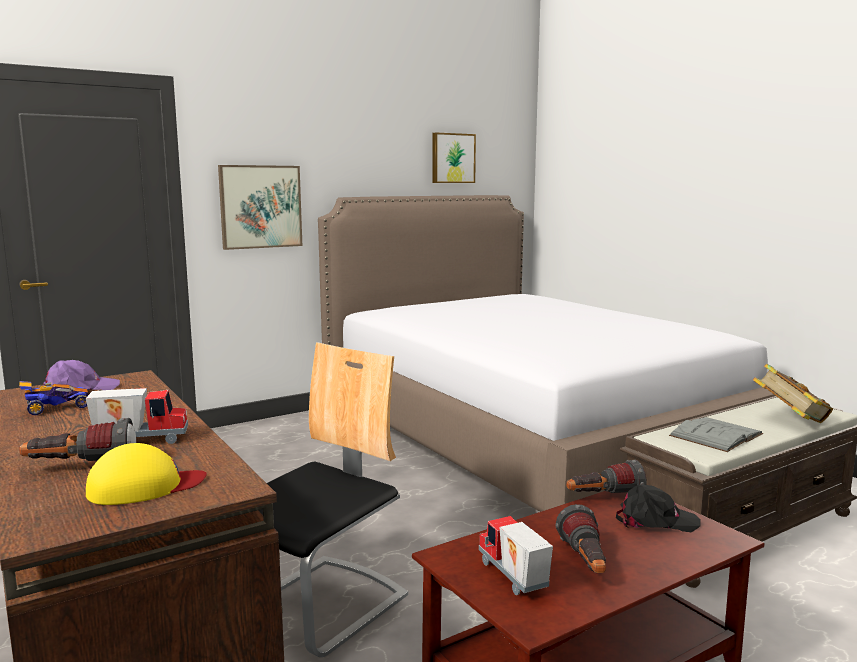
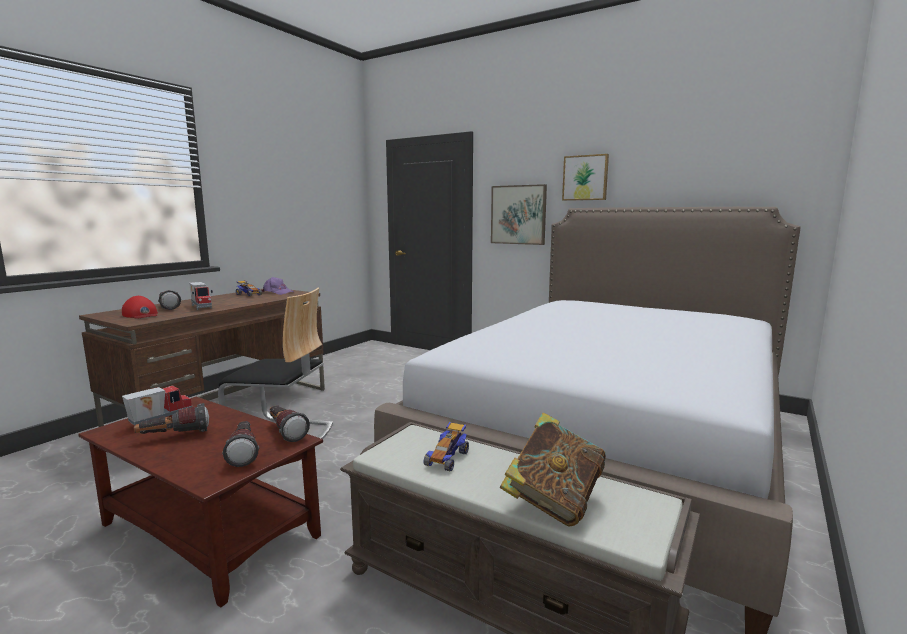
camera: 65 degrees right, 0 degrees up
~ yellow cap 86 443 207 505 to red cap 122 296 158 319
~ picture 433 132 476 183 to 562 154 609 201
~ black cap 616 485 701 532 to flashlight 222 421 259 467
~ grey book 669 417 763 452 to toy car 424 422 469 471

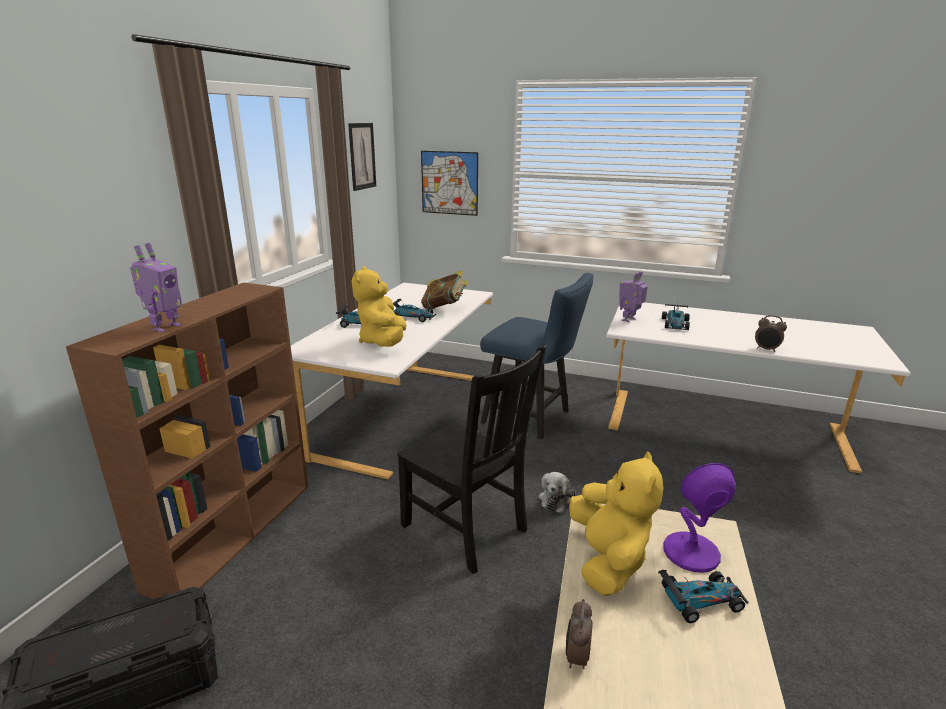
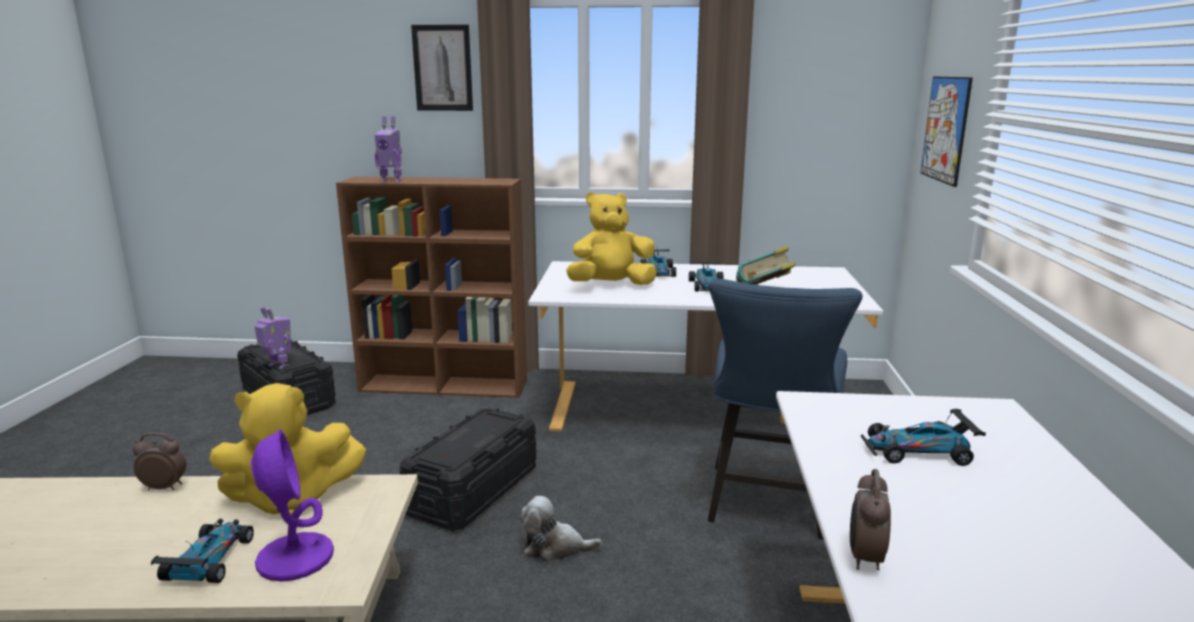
camera: 75 degrees right, 5 degrees down
~ picture 348 123 376 191 to 411 24 473 111
~ black chair 397 345 547 574 to black storage box 399 408 536 531
~ toy robot 619 271 648 322 to 254 307 291 369
~ toy car 658 570 748 623 = 151 519 254 583 150 degrees counterclockwise

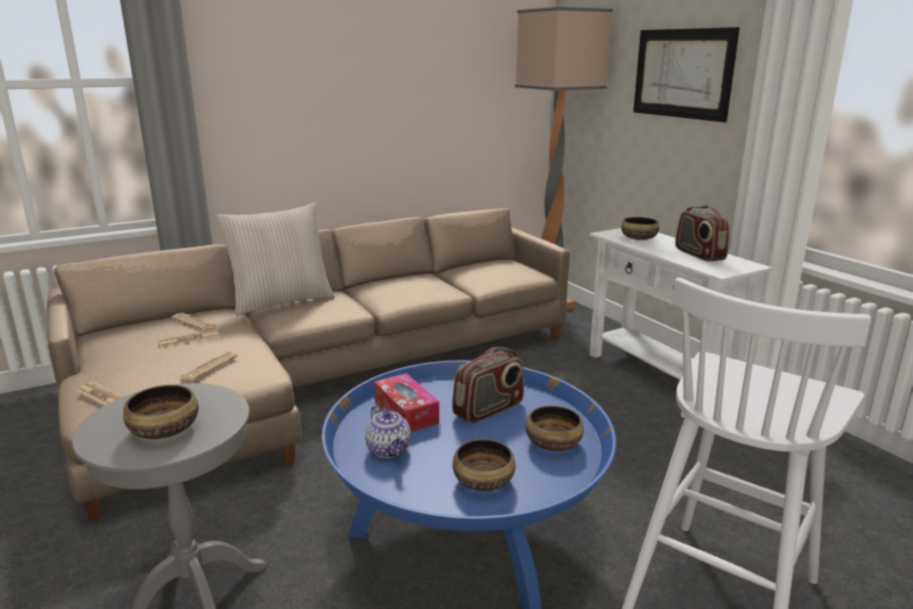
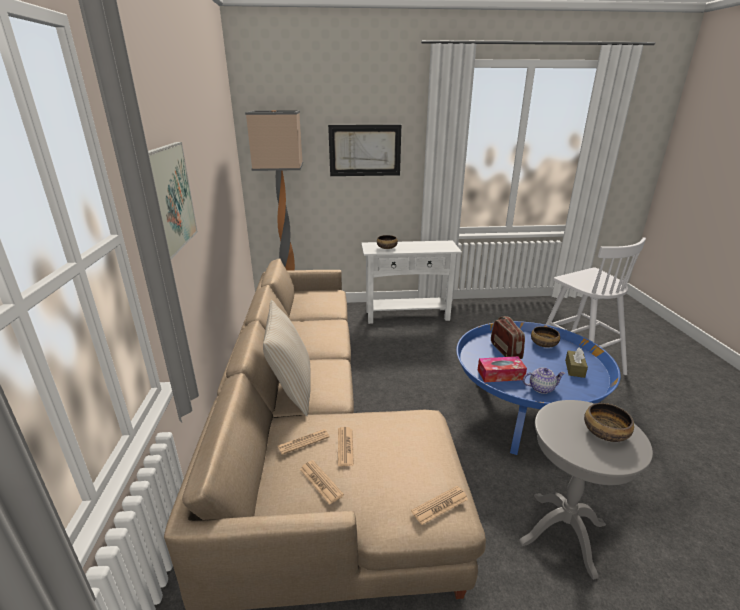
camera: 65 degrees left, 5 degrees up
~ newspaper 179 352 238 381 to 300 460 344 505
~ bowl 453 439 515 491 to brown tissue box 565 347 588 378
- radio 675 206 729 262
+ picture 148 142 198 259

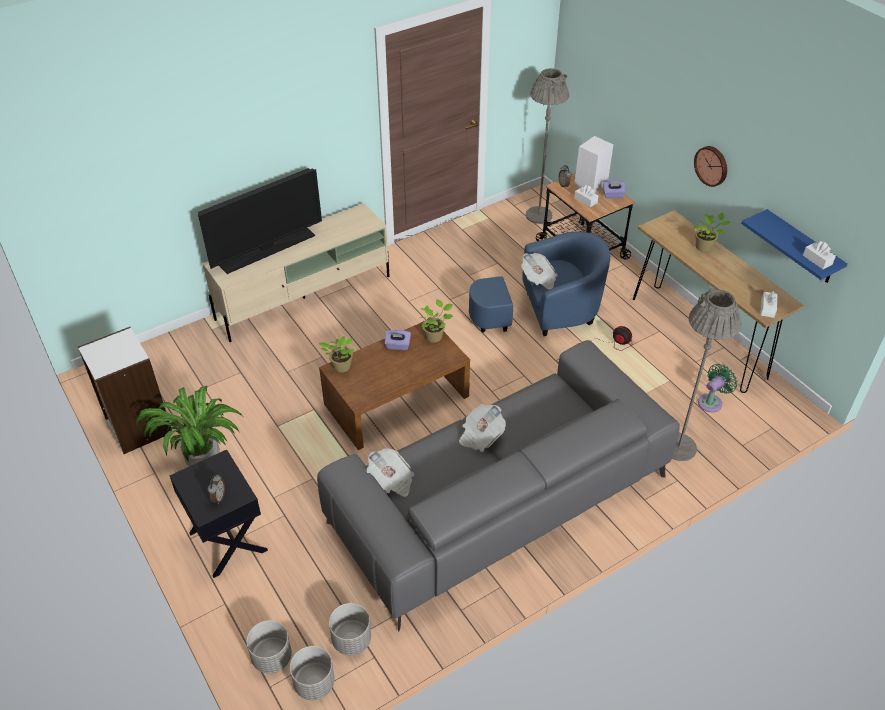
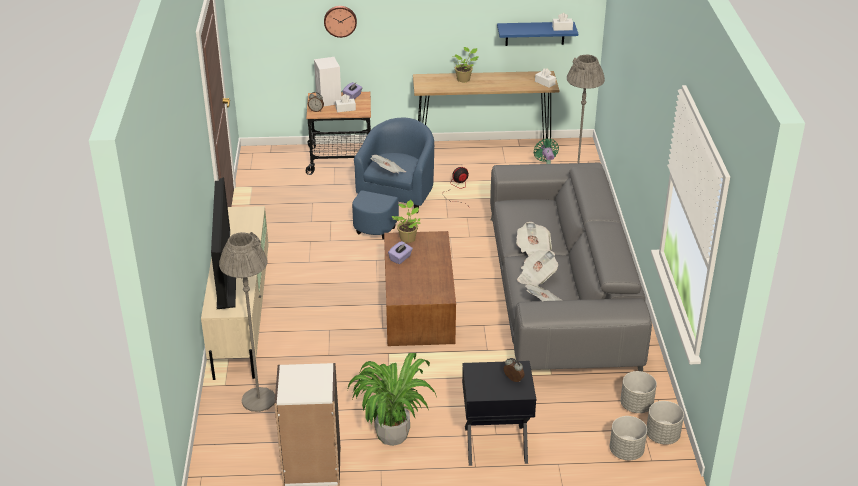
camera: 60 degrees left, 10 degrees down
- potted plant 319 336 355 372
~ grey floor lamp 526 68 569 224 to 219 232 275 412
~ wall clock 694 146 727 187 to 324 6 357 38
+ newspaper 517 250 558 286

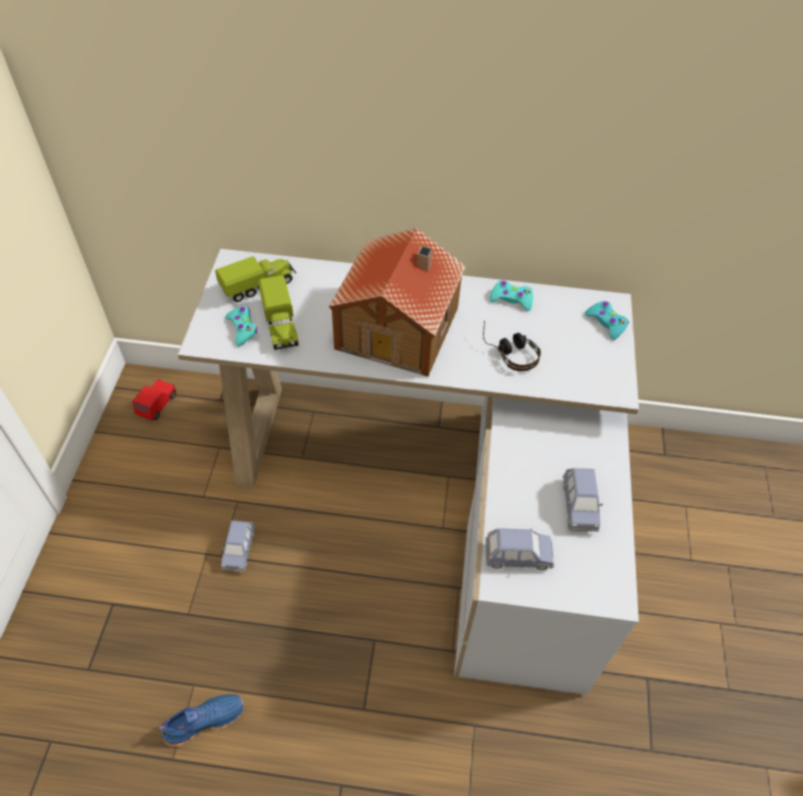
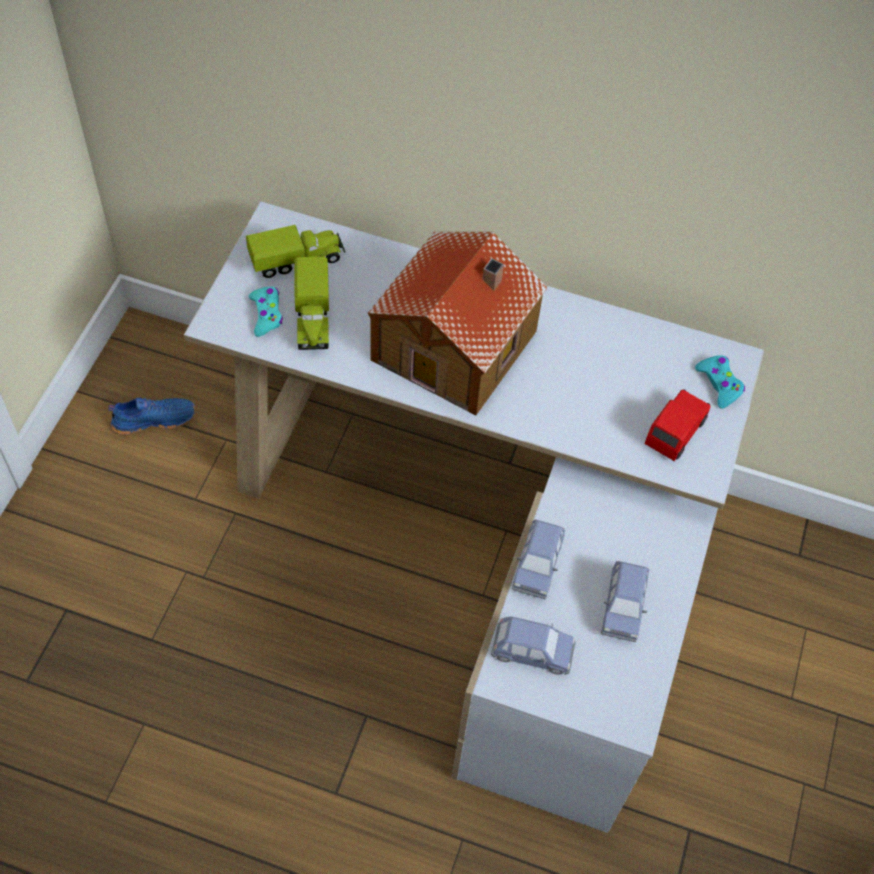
camera: 10 degrees right, 5 degrees up
~ red toy car 132 379 176 421 to 645 389 711 461
~ blue shoe 158 694 244 747 to 108 398 195 435
~ blue toy car 221 520 255 572 to 512 520 565 599
- headphones 483 321 541 371
- turquoise game controller 489 280 533 311

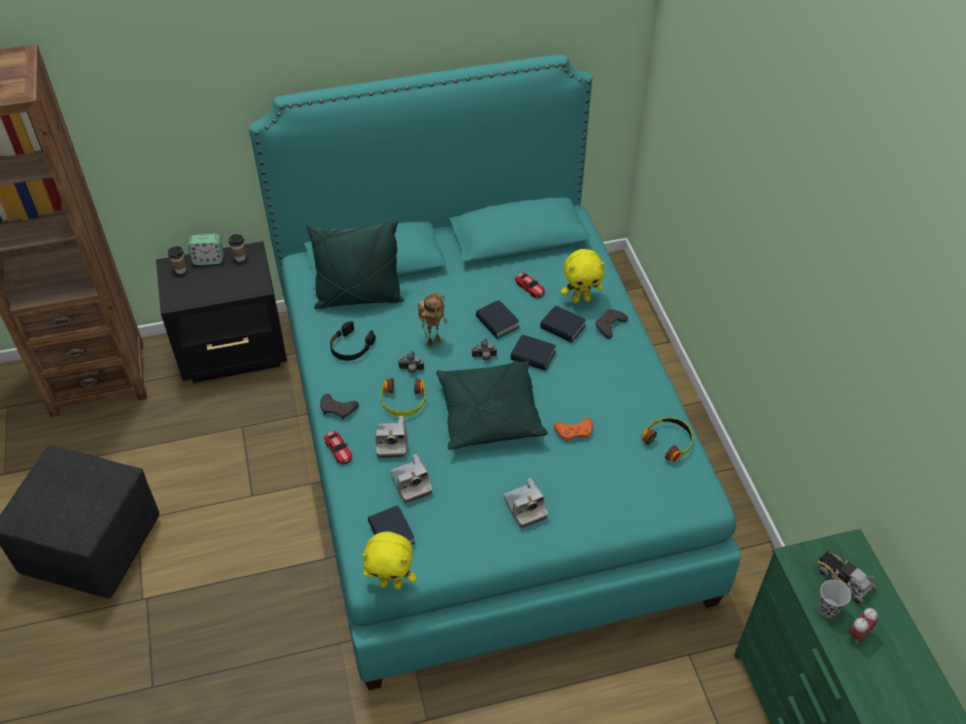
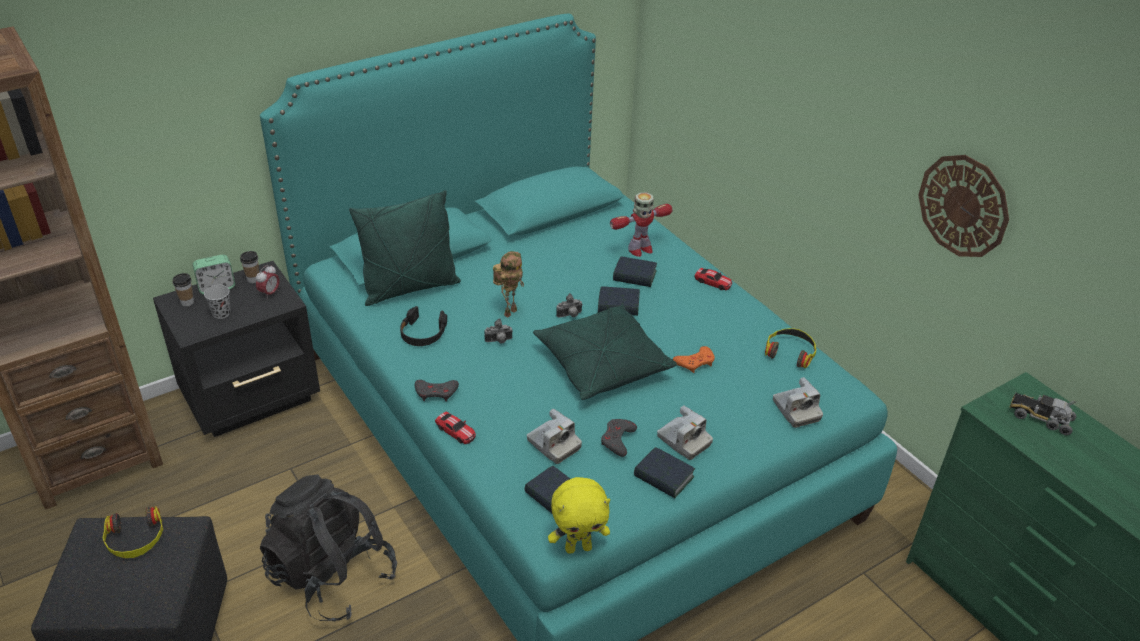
camera: 20 degrees left, 10 degrees down
~ photo camera 375 416 407 458 to 773 377 823 428
~ headphones 380 378 426 417 to 103 506 163 558
~ book 476 300 519 339 to 634 447 695 498
~ toy car 515 272 545 298 to 694 268 732 290
~ yellow plush toy 561 249 605 303 to toy robot 610 192 673 257
~ grey game controller 596 309 628 339 to 601 419 637 457
~ black cup 817 580 851 618 to 204 285 231 319
~ alarm clock 848 608 877 644 to 256 265 279 299
+ black backpack 260 474 397 621
+ wall clock 918 155 1009 257

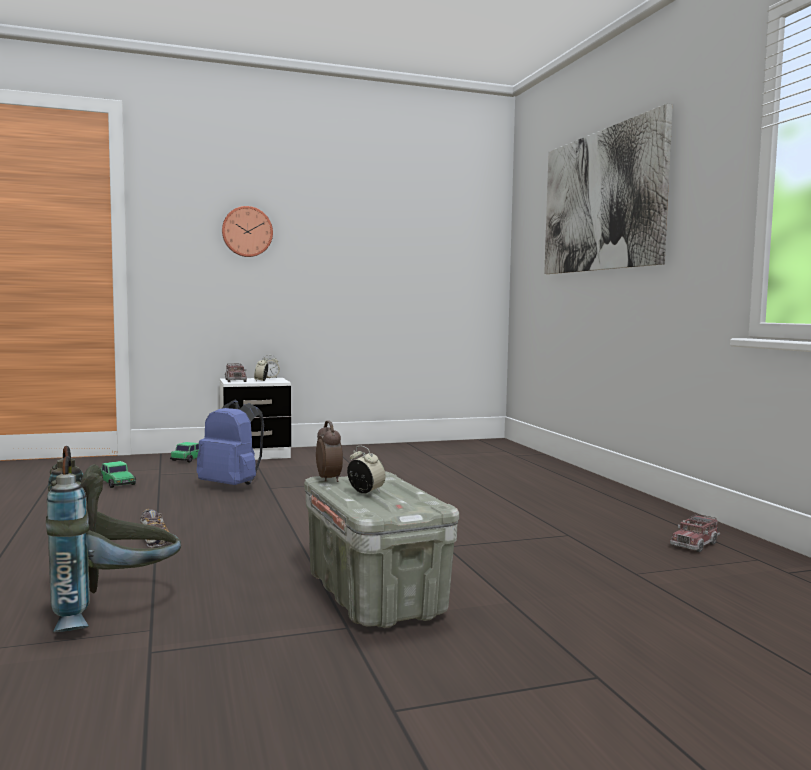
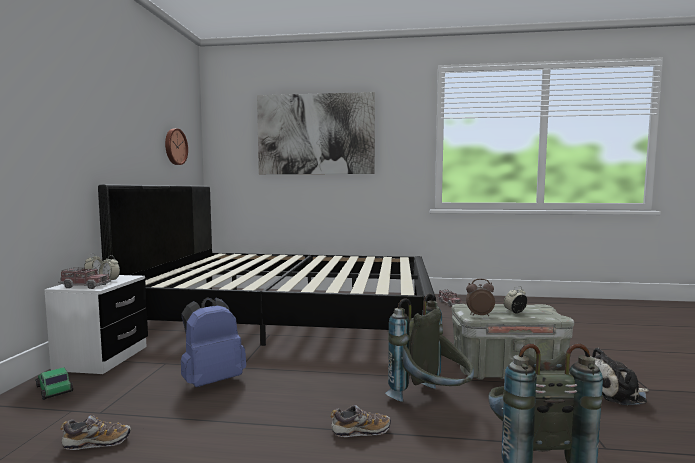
camera: 65 degrees left, 0 degrees up
~ toy car 101 461 136 488 to shoe 61 415 131 450
~ wall clock 222 206 273 257 to 165 129 188 165
+ black bed 98 184 436 346
+ grey backpack 385 293 474 402
+ plush toy 592 348 649 405

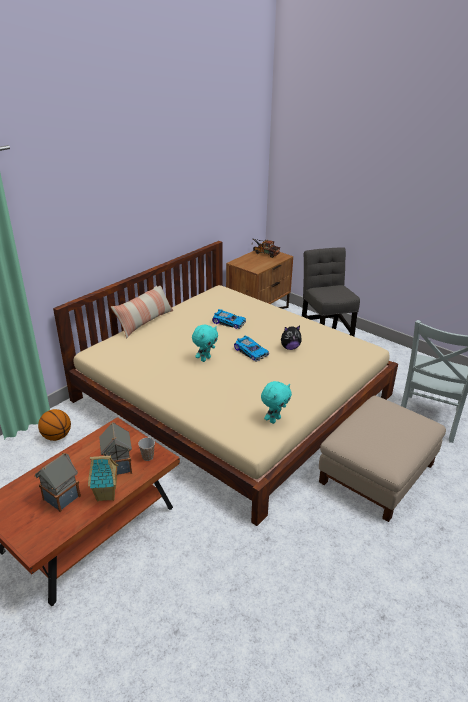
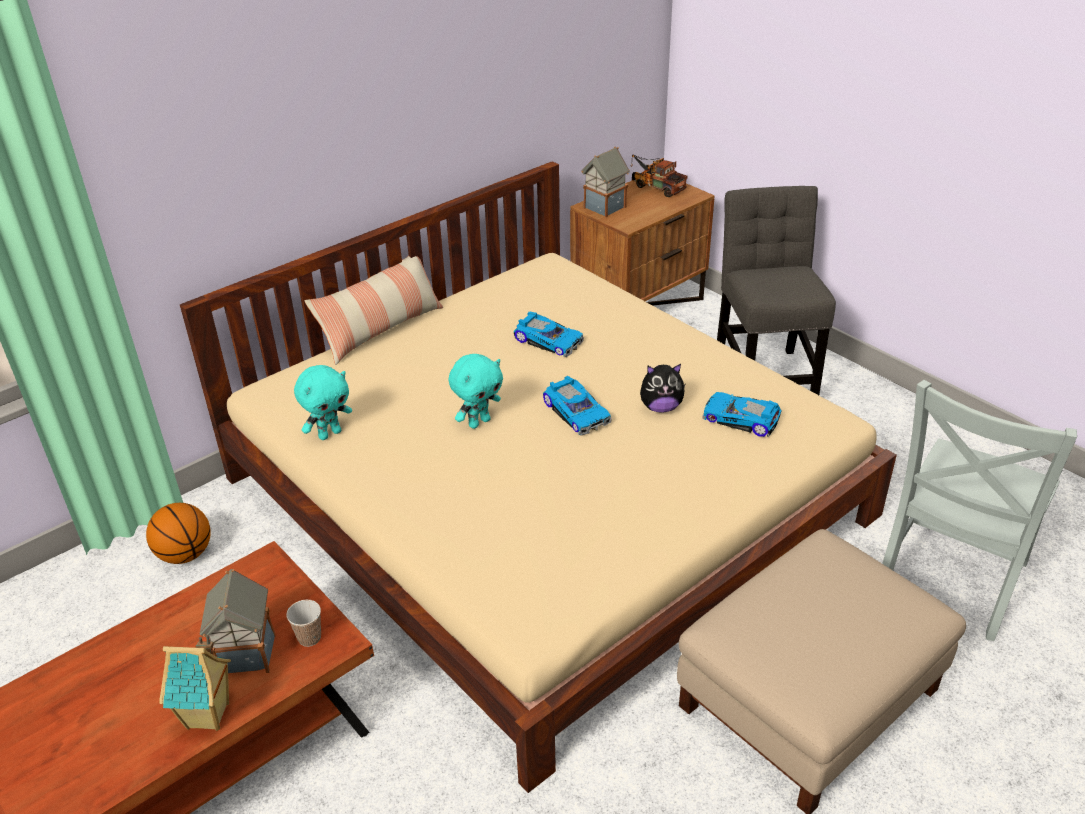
camera: 10 degrees right, 5 degrees up
~ toy house 34 453 81 512 to 581 147 630 217
~ turquoise plush toy 261 381 292 424 to 294 365 352 440
+ toy car 702 392 782 437

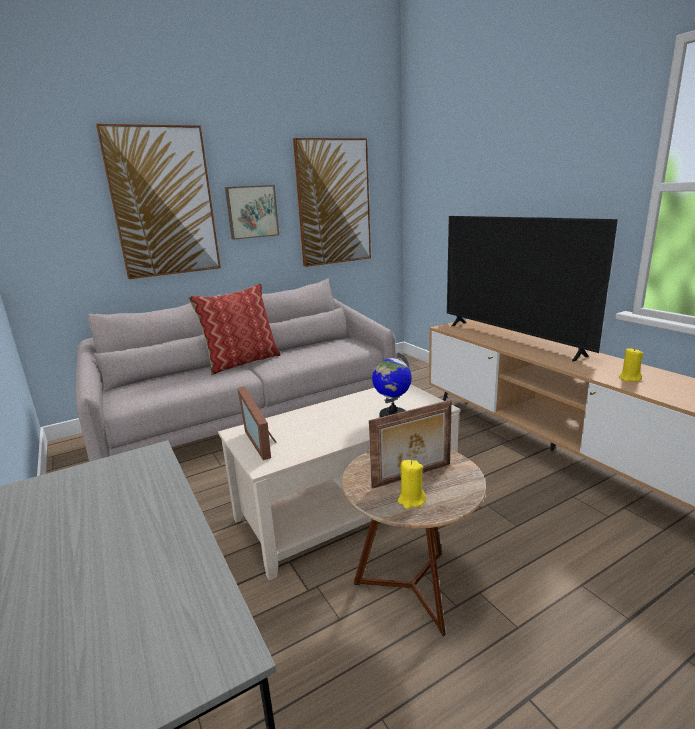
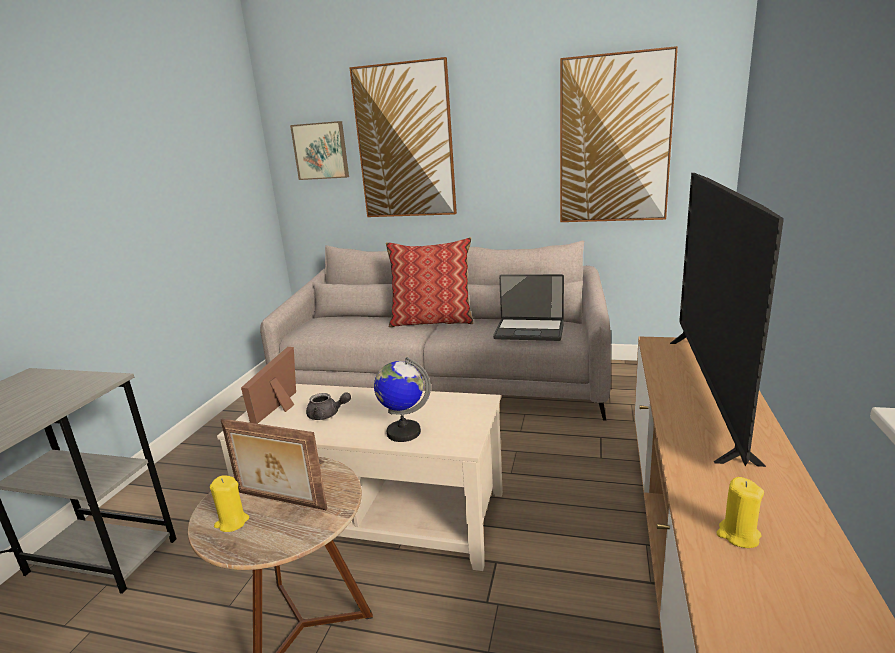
camera: 45 degrees right, 0 degrees up
~ picture 225 185 279 240 to 290 121 349 180
+ grey teapot 306 392 351 420
+ laptop 493 274 564 341

